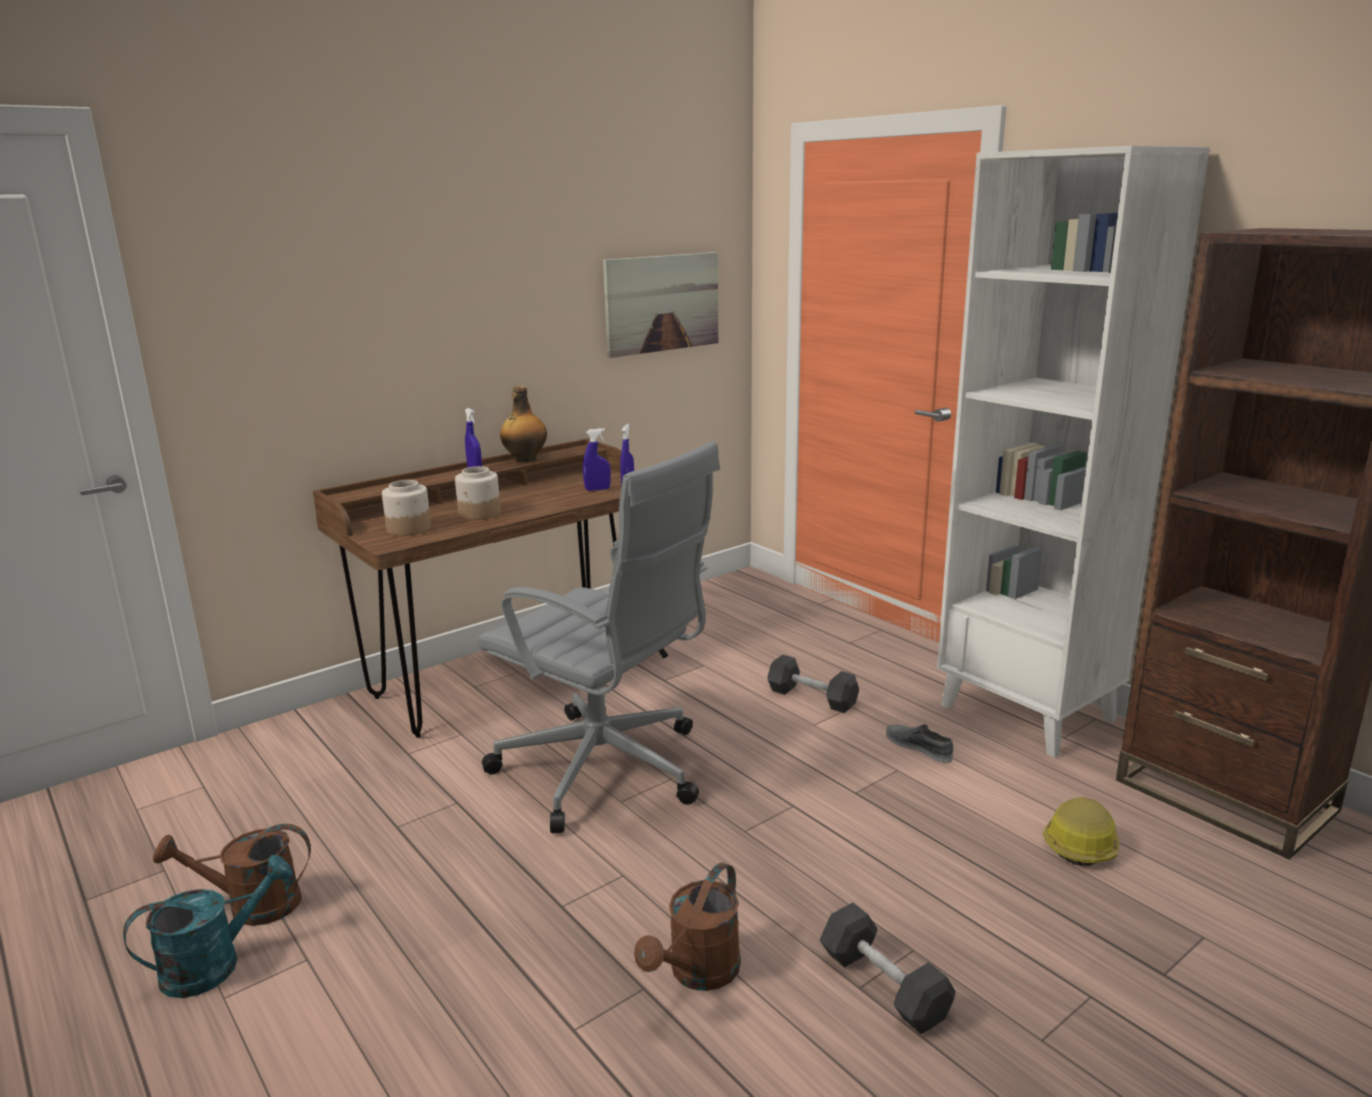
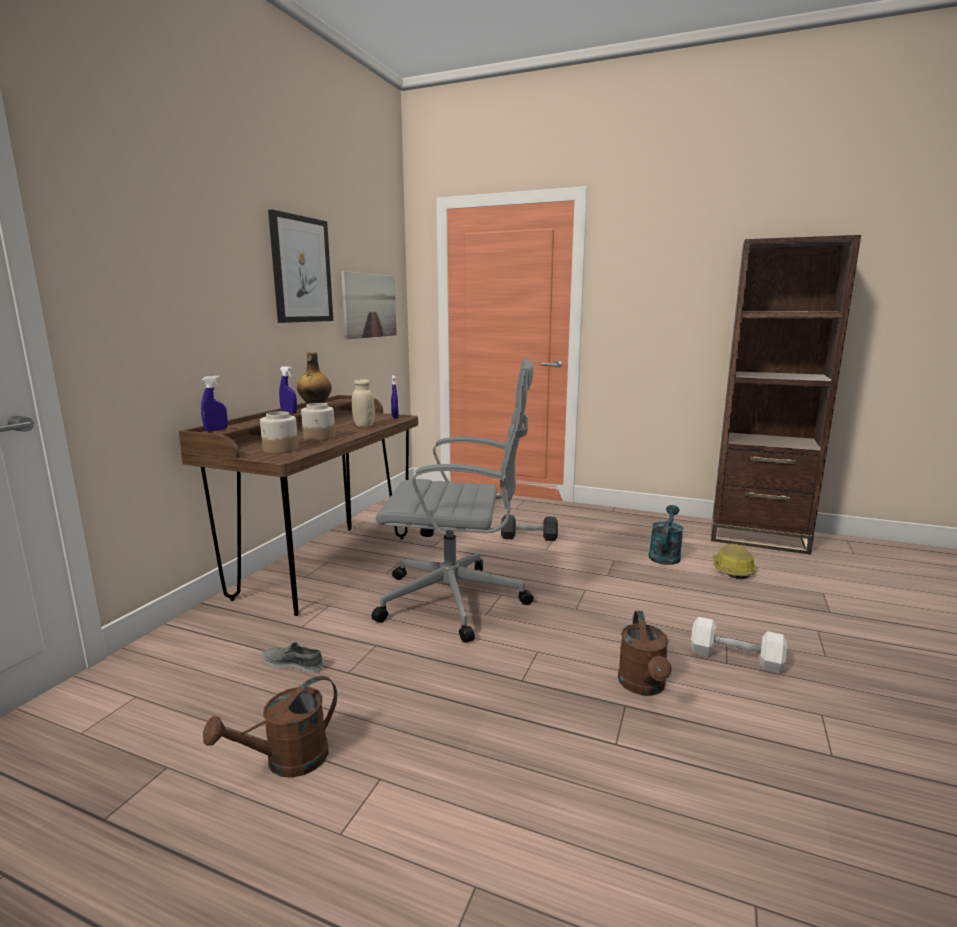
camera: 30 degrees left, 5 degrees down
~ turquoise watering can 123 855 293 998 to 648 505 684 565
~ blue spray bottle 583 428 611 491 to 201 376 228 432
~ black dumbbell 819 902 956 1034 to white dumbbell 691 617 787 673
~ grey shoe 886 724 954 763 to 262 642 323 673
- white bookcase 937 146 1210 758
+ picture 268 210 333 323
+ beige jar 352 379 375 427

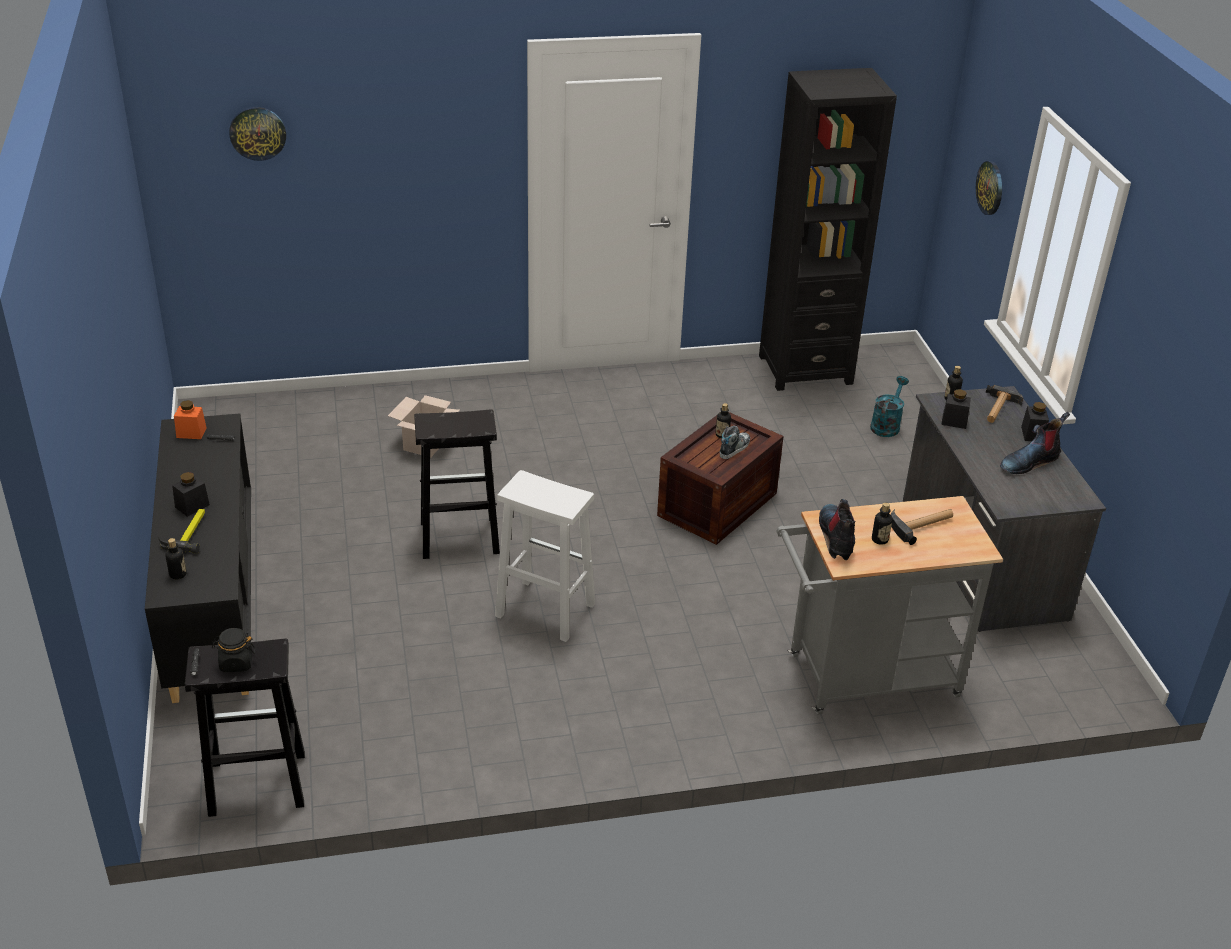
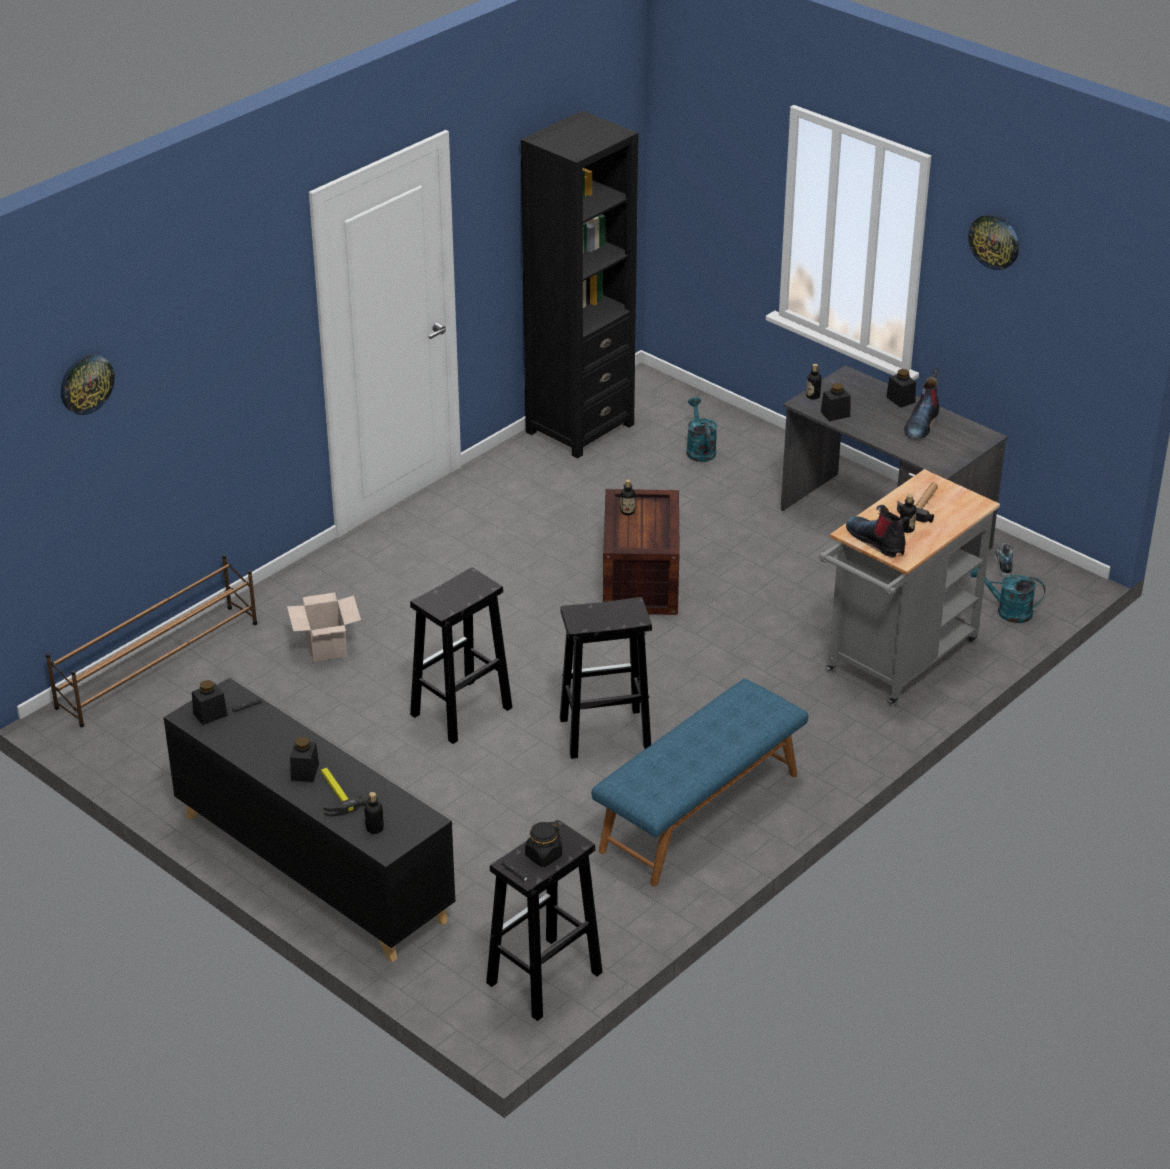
camera: 35 degrees left, 0 degrees up
~ orange jar 174 400 206 439 to black jar 192 680 228 725
~ white stool 495 470 595 642 to black stool 560 597 652 759
~ shoe 720 426 750 459 to 995 543 1013 577
~ wall clock 976 161 1002 215 to 968 214 1019 270
- hammer 986 385 1023 423
+ brown shoe rack 46 555 257 727
+ blue bench 592 679 809 886
+ turquoise watering can 971 567 1045 623

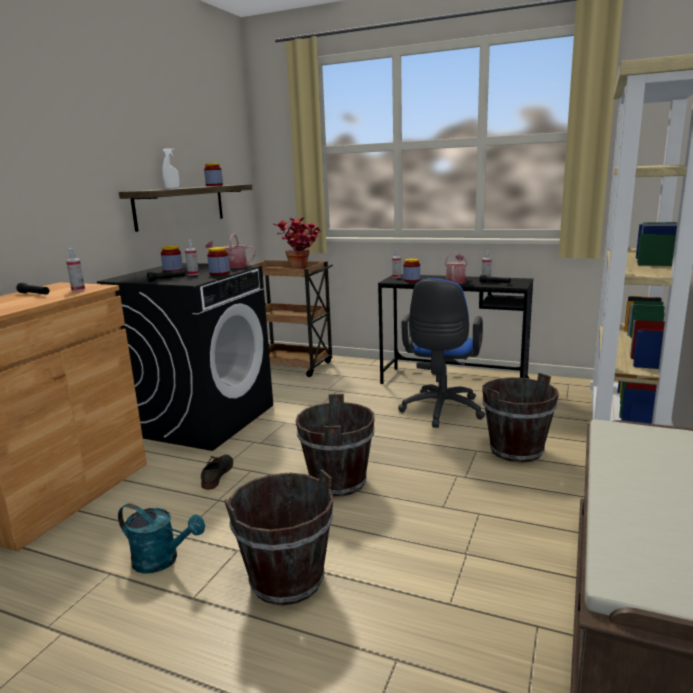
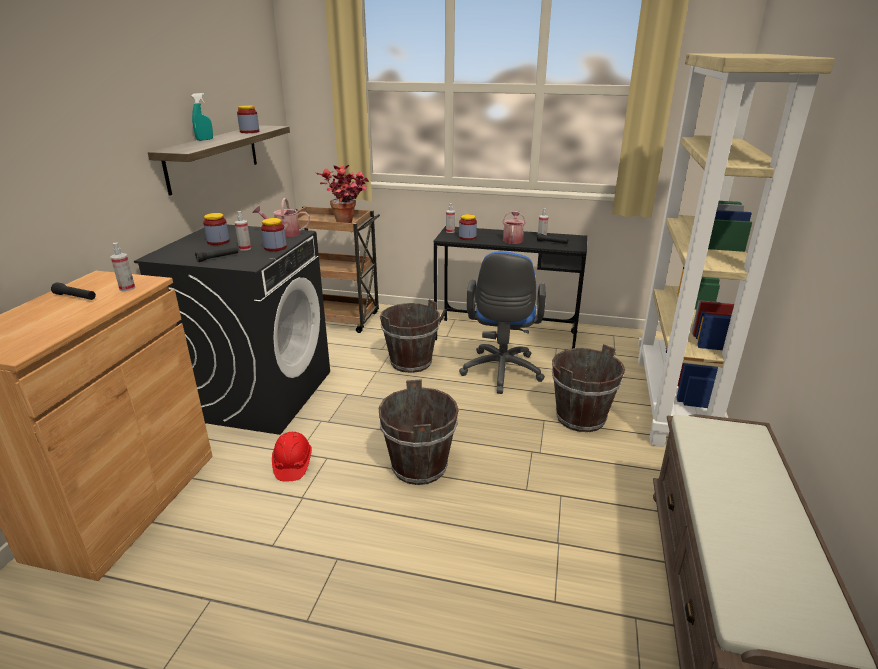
camera: 10 degrees left, 10 degrees up
- turquoise watering can 118 503 205 574
~ white spray bottle 162 148 180 189 to turquoise spray bottle 191 93 213 141
~ grey shoe 201 455 233 489 to red hard hat 272 432 312 481
~ brown bucket 224 469 334 605 to 380 299 440 373

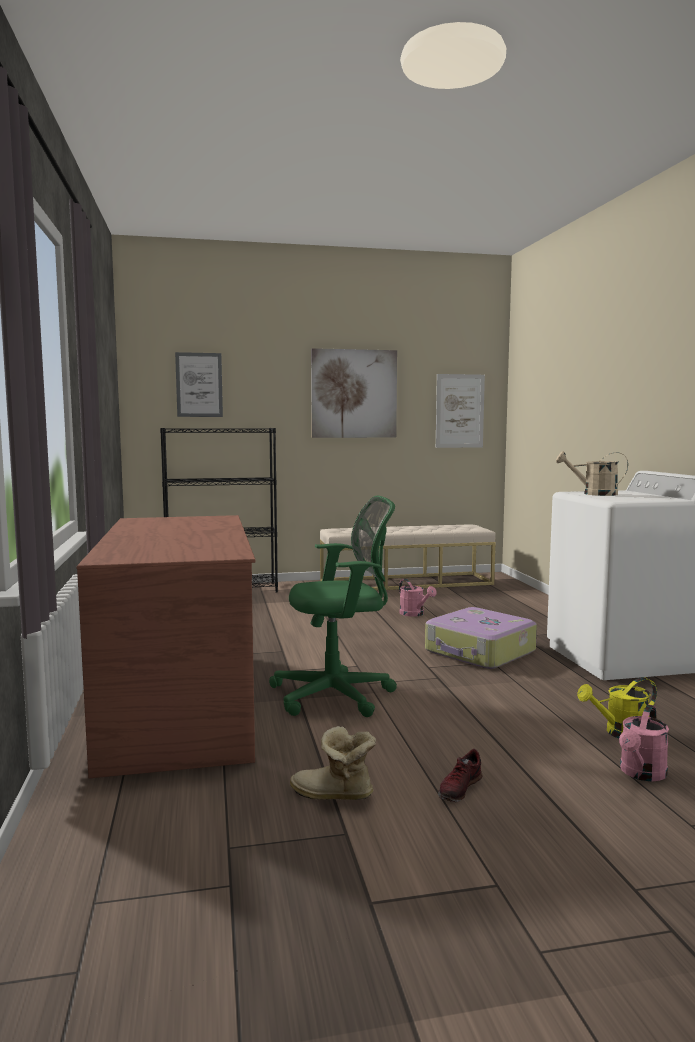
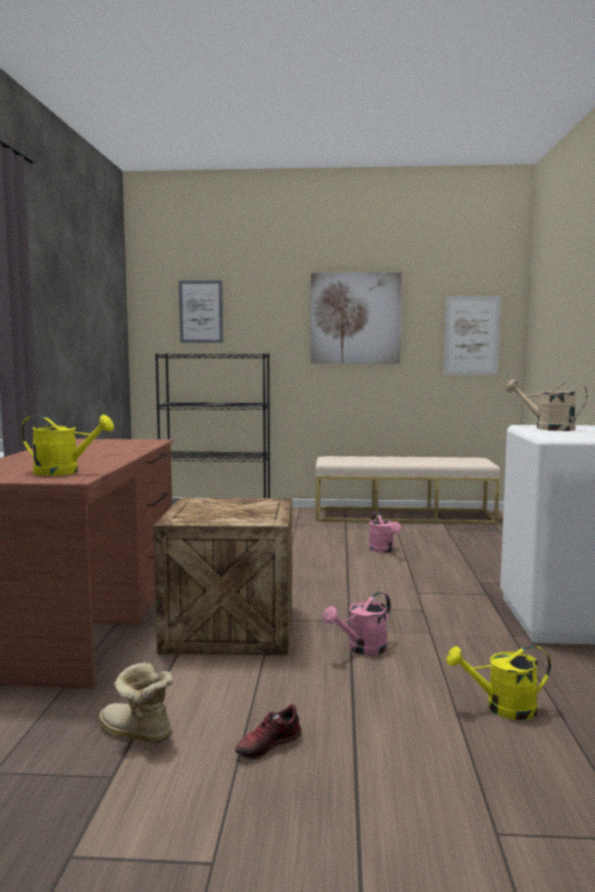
camera: 15 degrees right, 0 degrees up
~ green office chair 269 496 397 717 to crate 153 498 292 655
- suitcase 425 607 537 669
~ pink watering can 619 704 669 781 to 323 592 391 655
+ yellow watering can 21 414 114 476

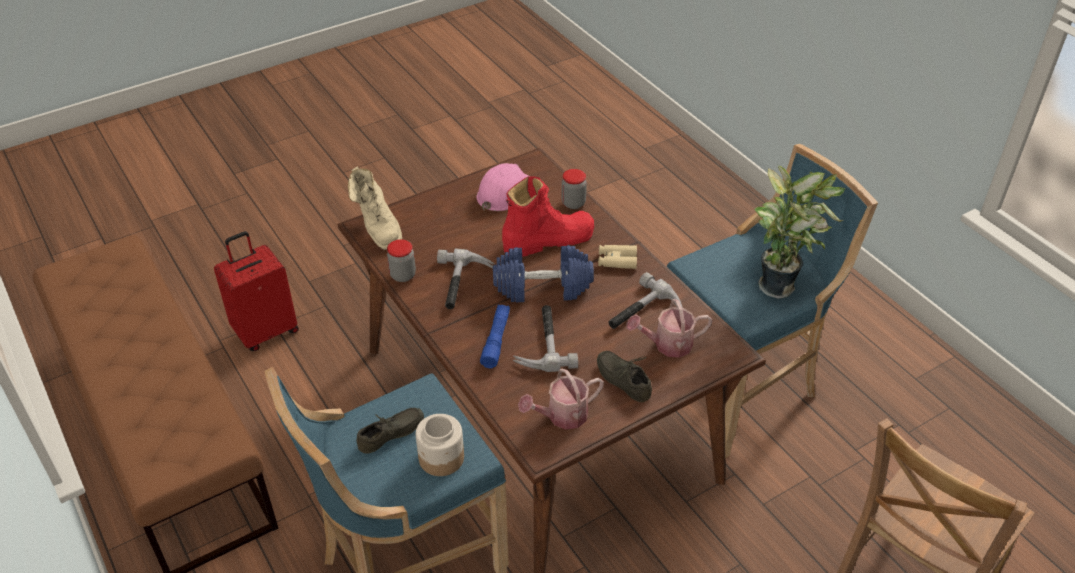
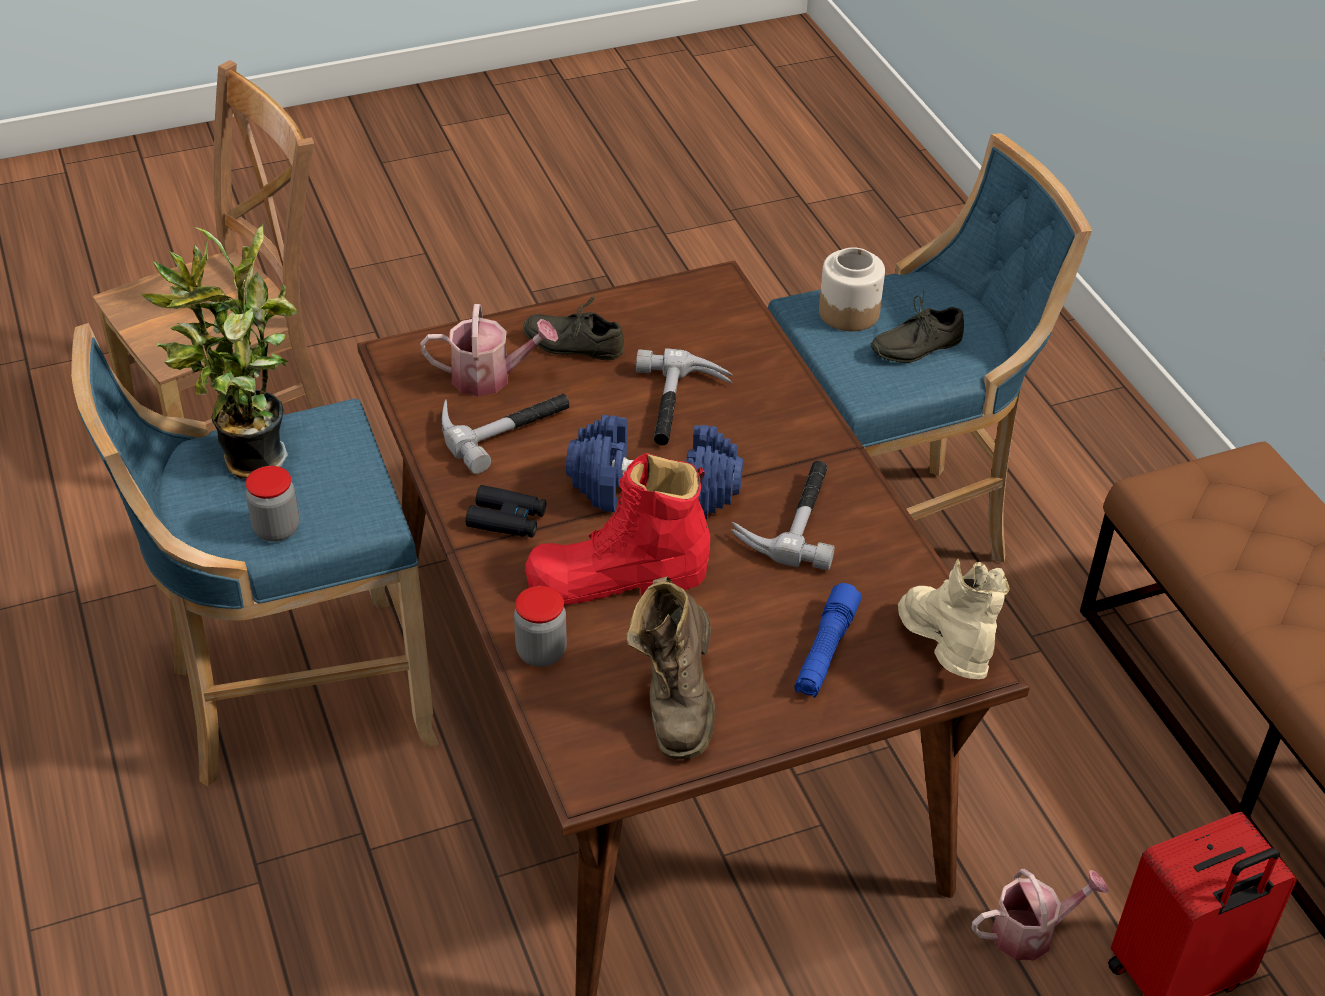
camera: 170 degrees left, 0 degrees up
~ jar 387 239 416 282 to 246 466 299 542
~ pink hard hat 476 163 531 211 to brown boot 626 577 715 760
~ blue flashlight 480 305 510 368 to 795 583 861 698
~ watering can 518 369 604 430 to 972 869 1109 960
~ grey shoe 597 351 652 402 = 523 294 624 360 135 degrees clockwise
~ beige binoculars 598 245 637 269 to black binoculars 465 485 546 538

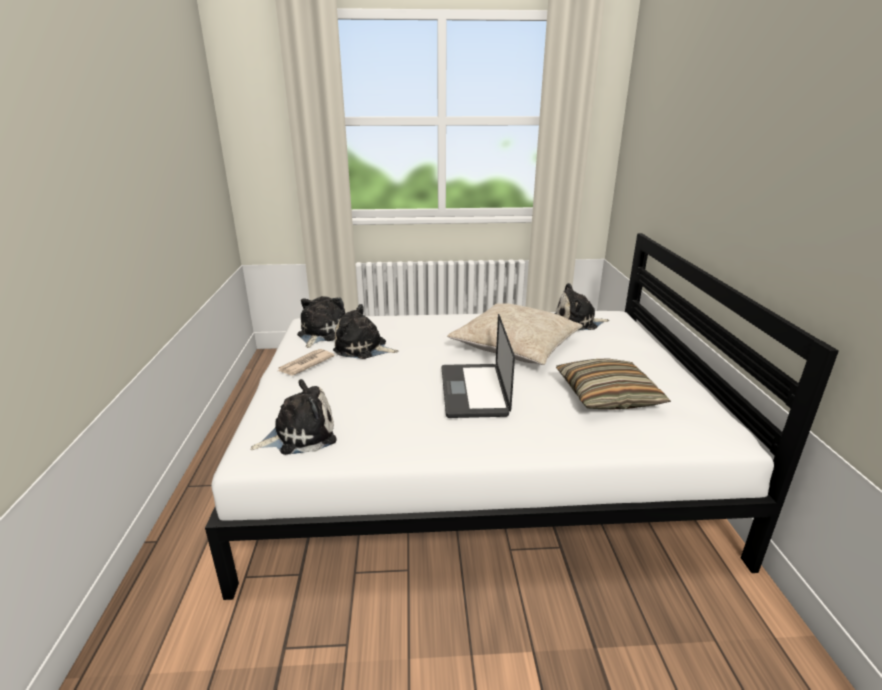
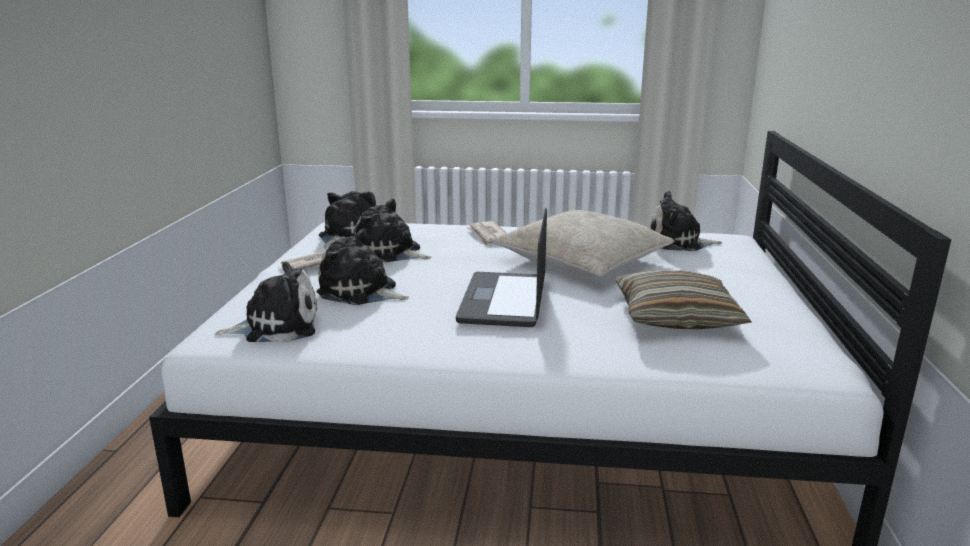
camera: 10 degrees right, 5 degrees down
+ plush toy 316 229 409 305
+ newspaper 466 221 507 245

